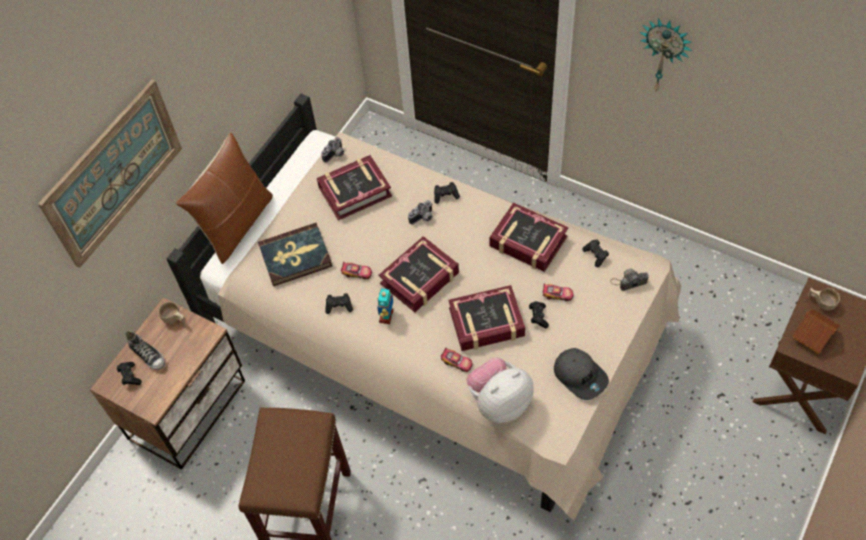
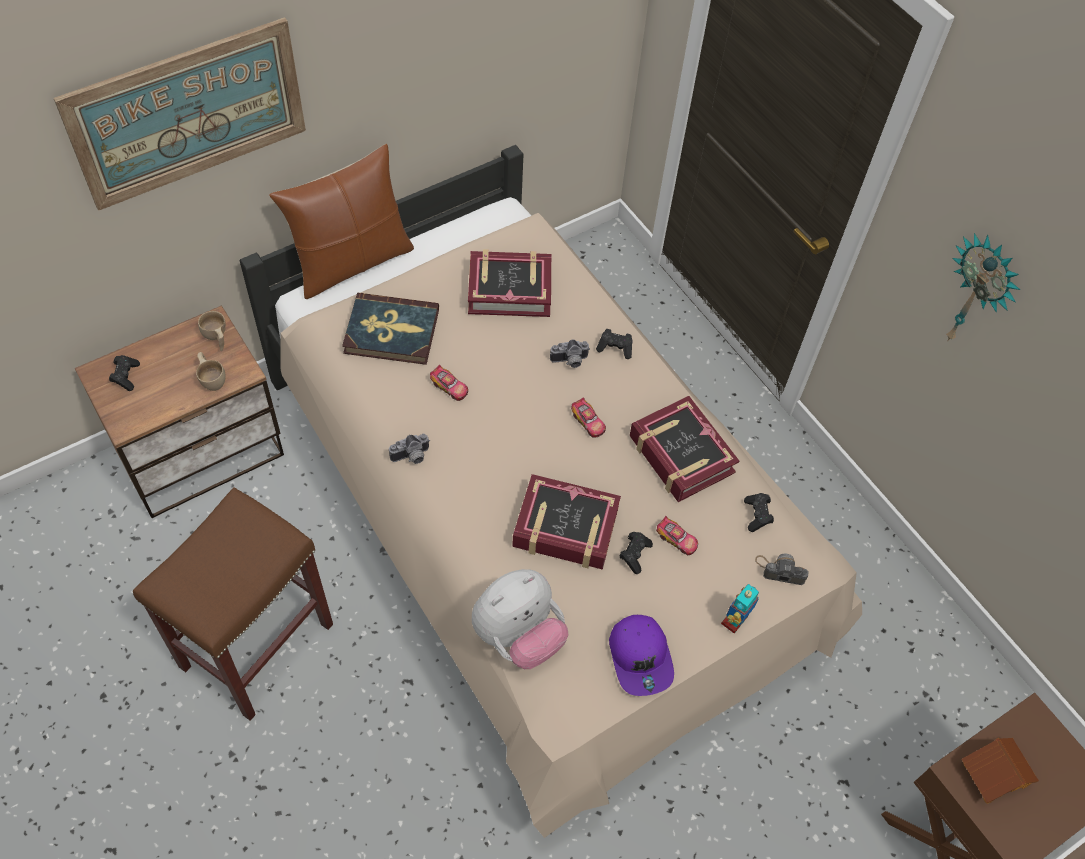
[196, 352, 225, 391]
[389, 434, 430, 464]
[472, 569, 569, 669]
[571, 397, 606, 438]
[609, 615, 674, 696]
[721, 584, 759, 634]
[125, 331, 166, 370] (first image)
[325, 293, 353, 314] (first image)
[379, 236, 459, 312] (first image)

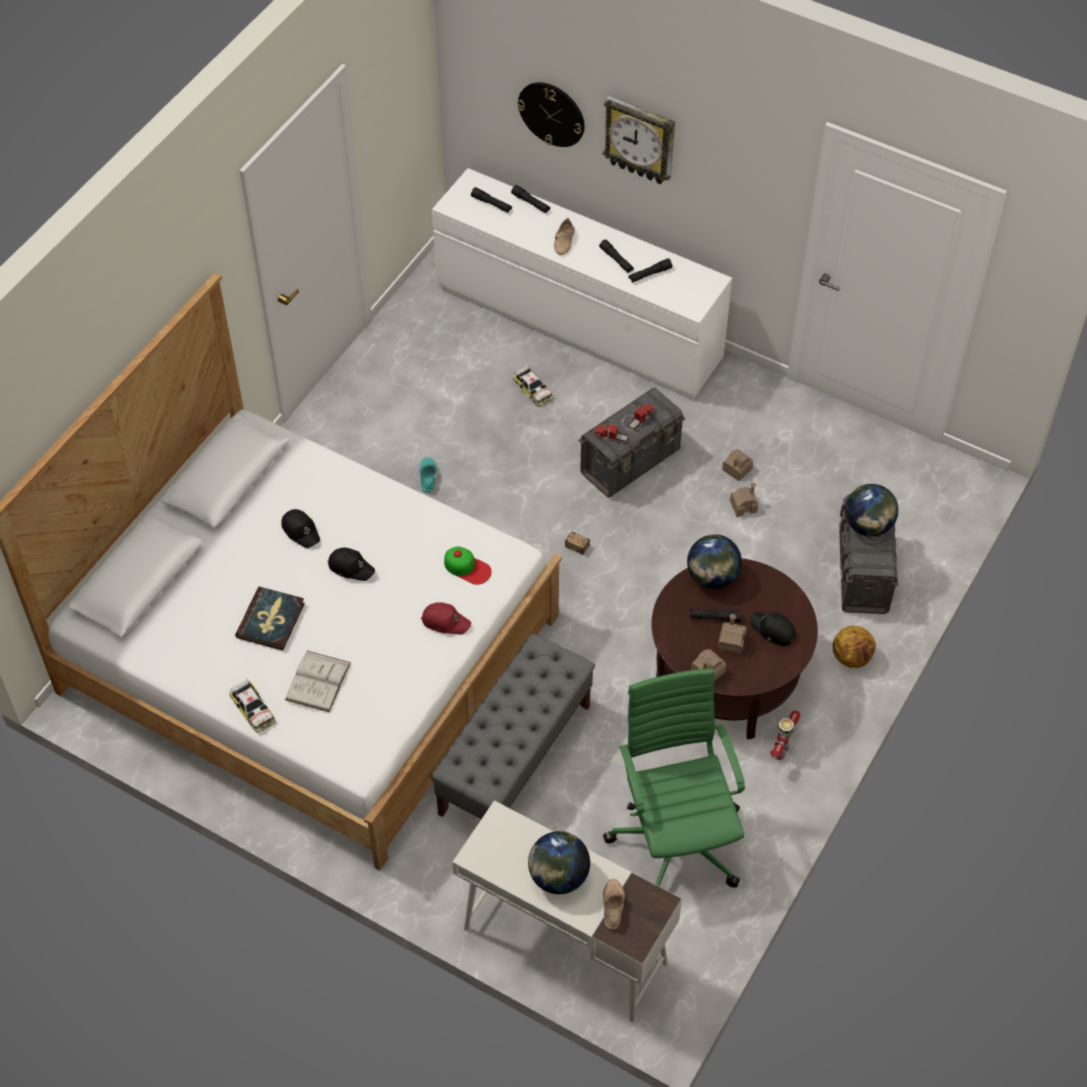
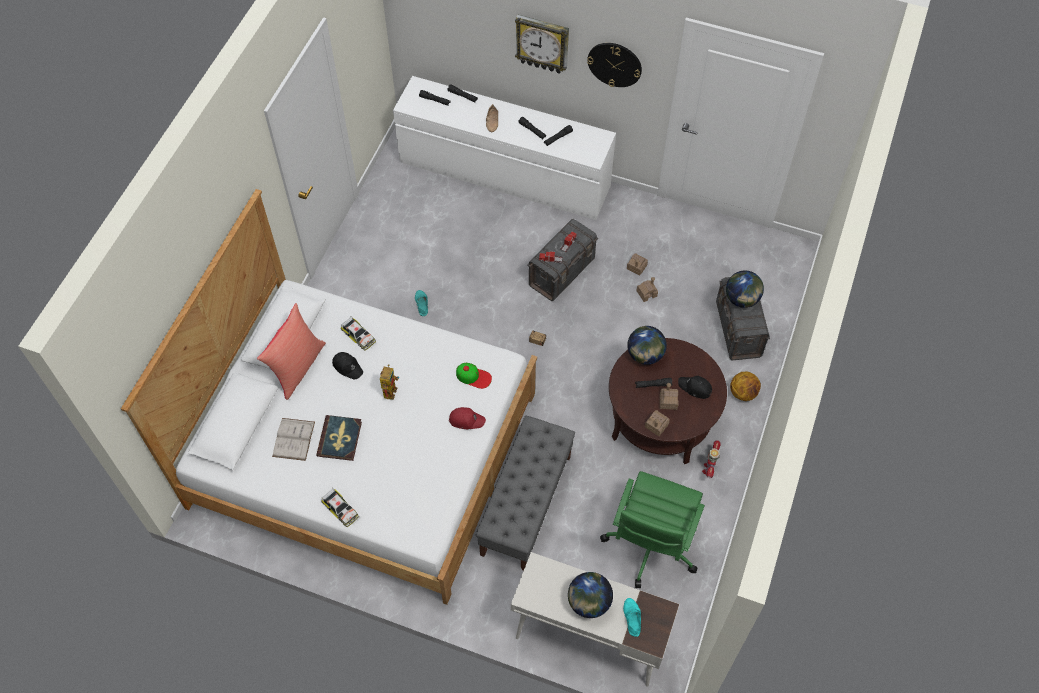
[257, 303, 326, 400]
[272, 418, 315, 461]
[341, 317, 376, 350]
[380, 364, 399, 400]
[587, 43, 642, 87]
[600, 471, 705, 588]
[623, 598, 641, 637]

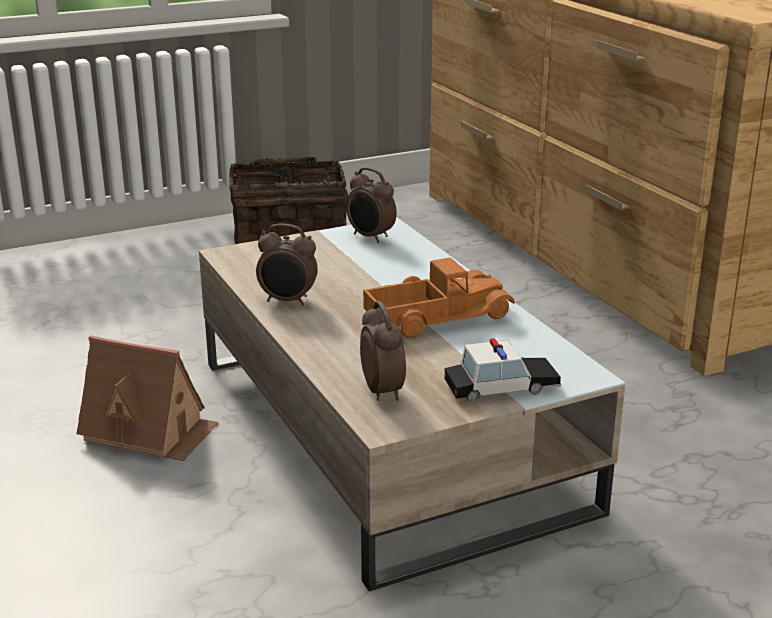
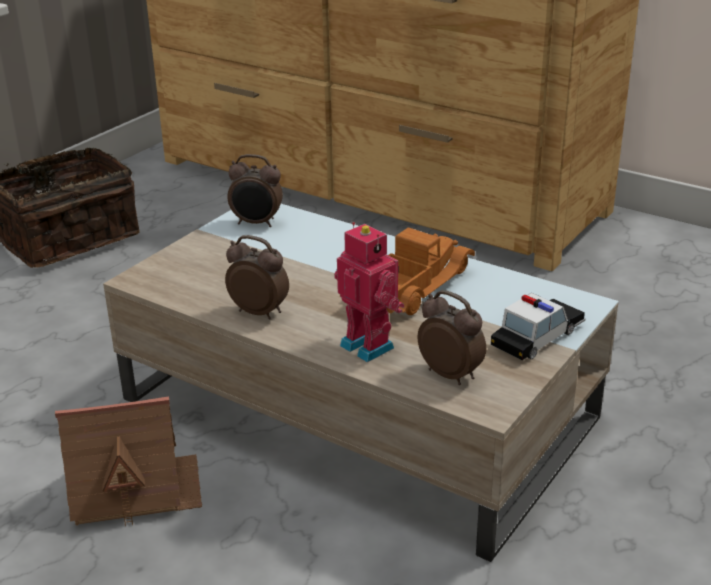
[225, 235, 289, 319]
[334, 222, 404, 362]

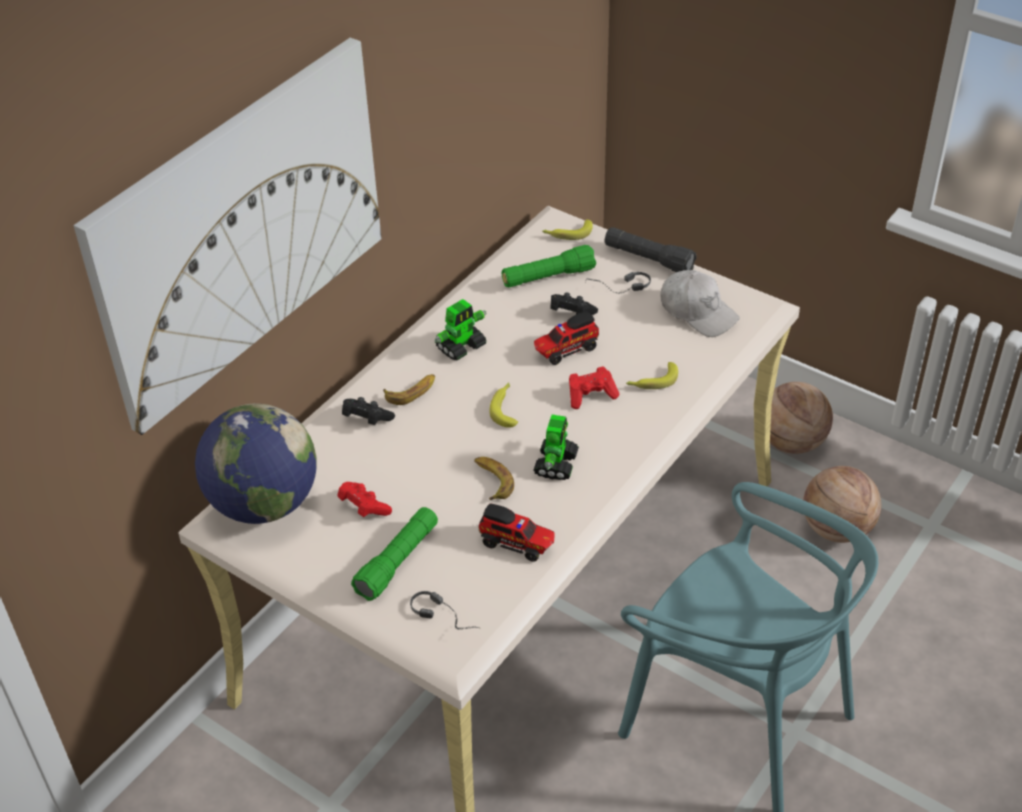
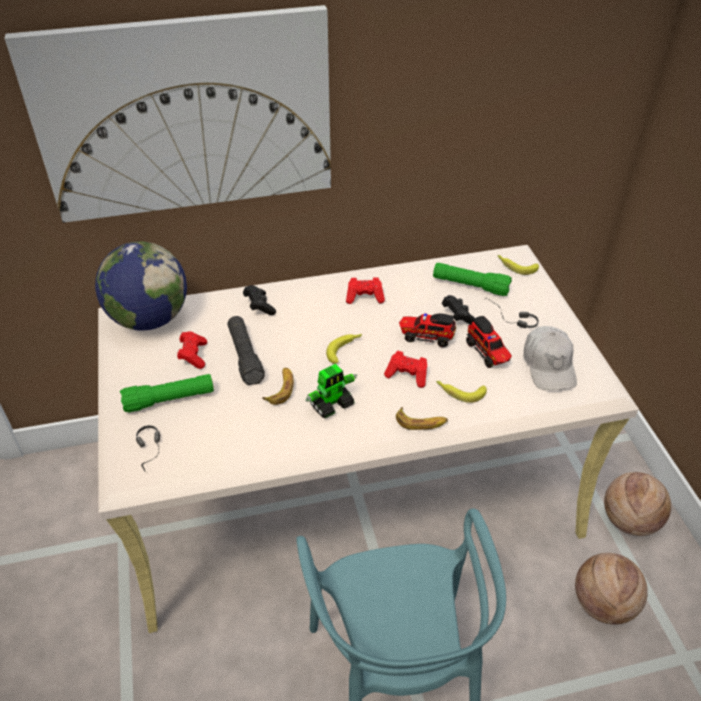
[227, 316, 265, 385]
[346, 277, 385, 304]
[396, 407, 448, 430]
[466, 316, 512, 368]

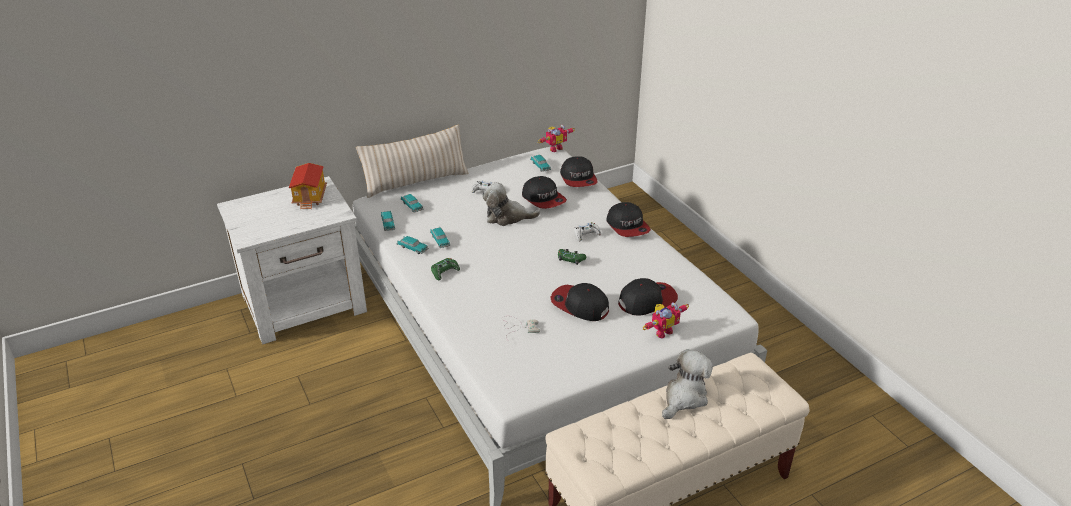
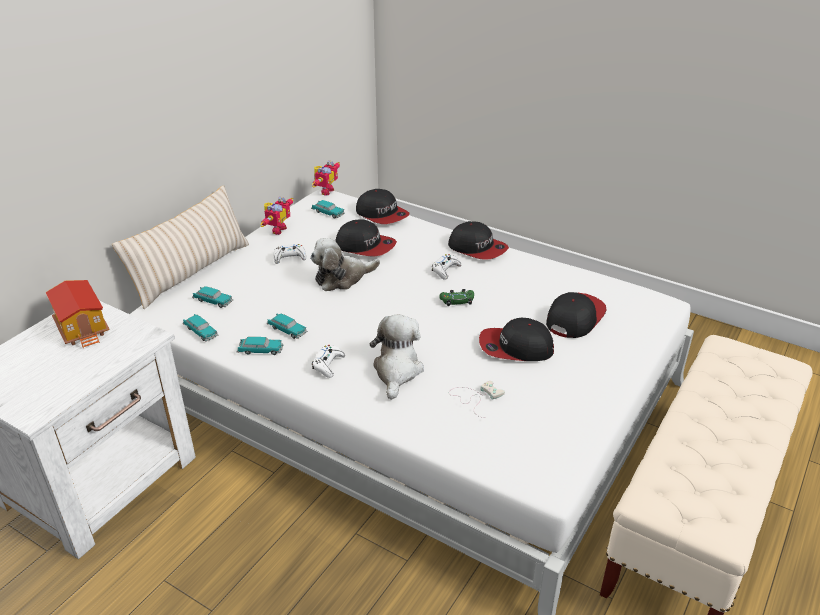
[261, 197, 293, 235]
[312, 345, 345, 378]
[370, 315, 424, 400]

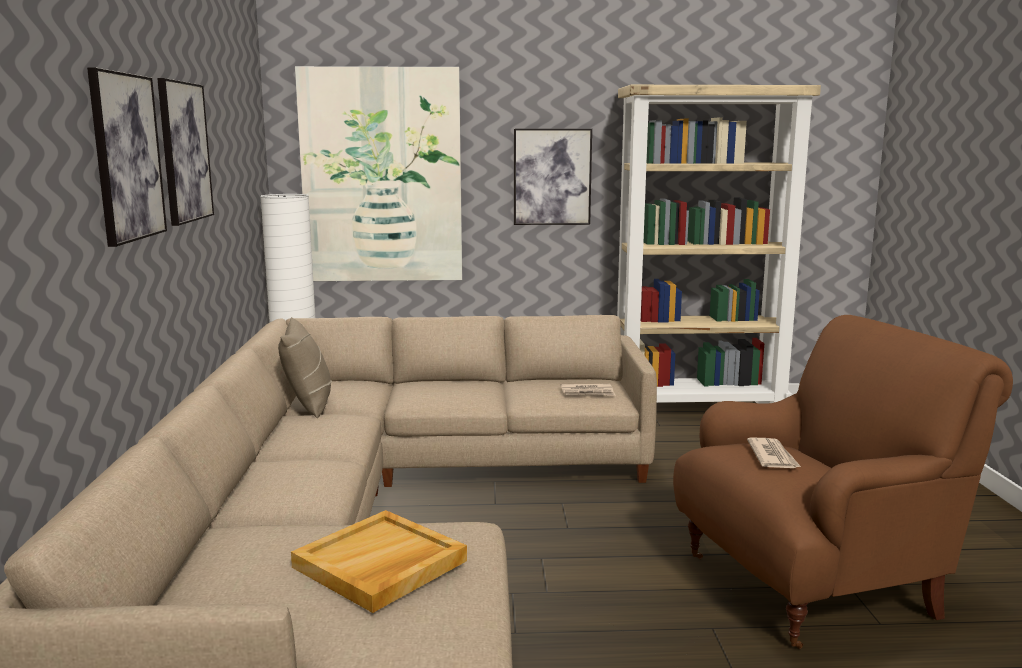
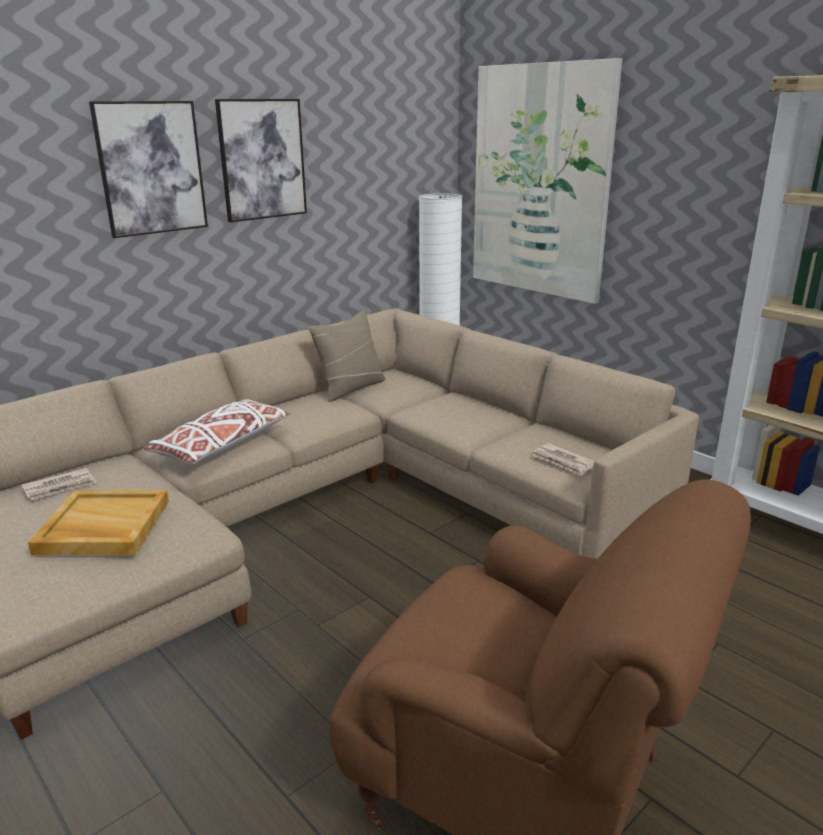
[22, 468, 97, 500]
[143, 400, 290, 464]
[514, 129, 592, 225] (first image)

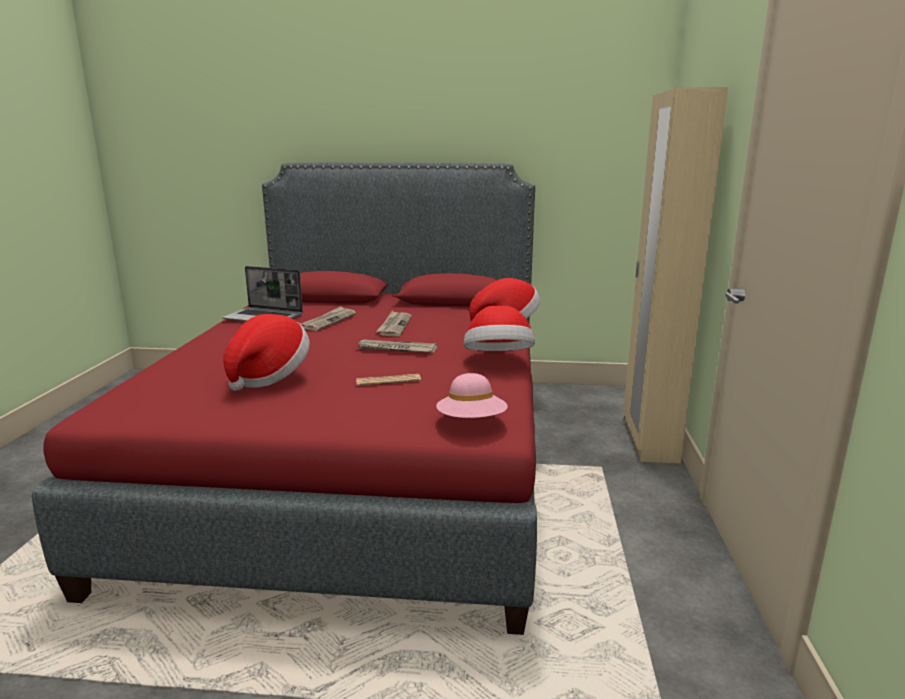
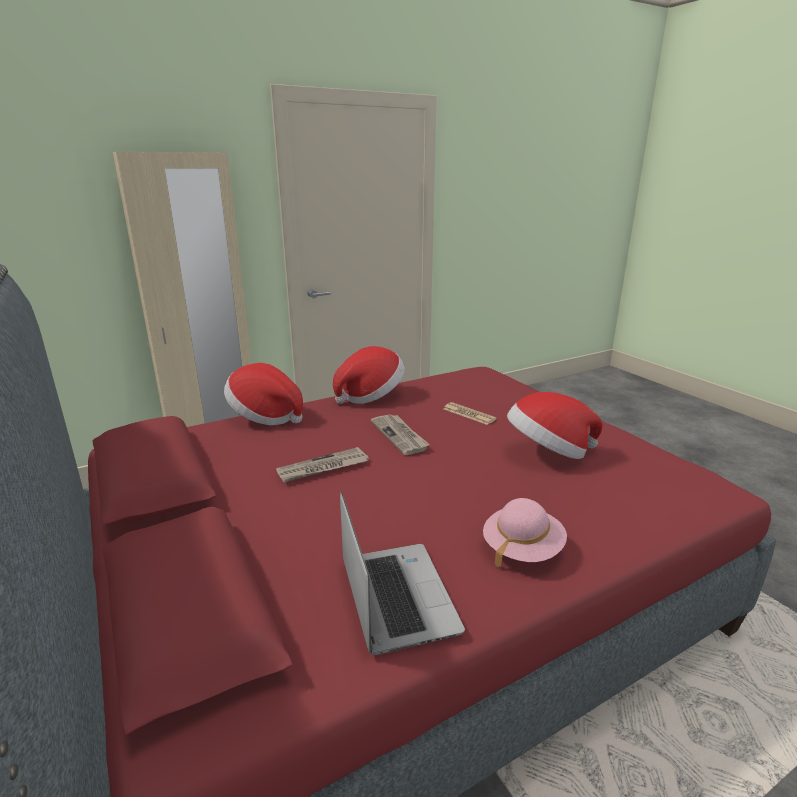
[483, 498, 567, 569]
[300, 306, 356, 331] (first image)

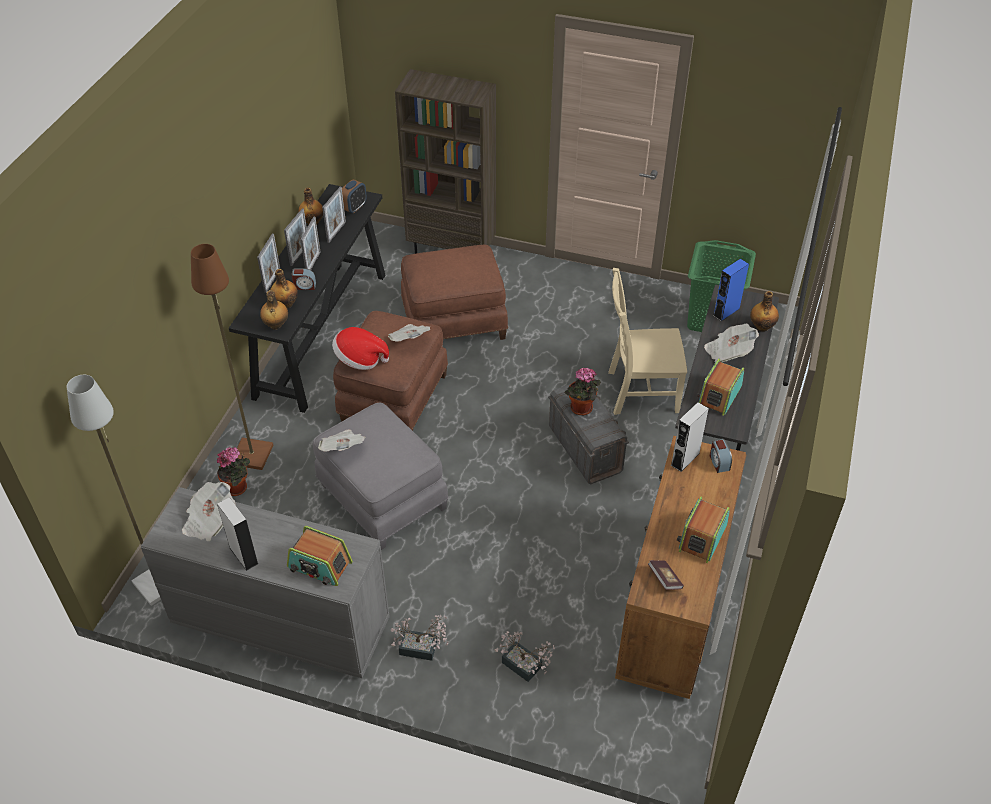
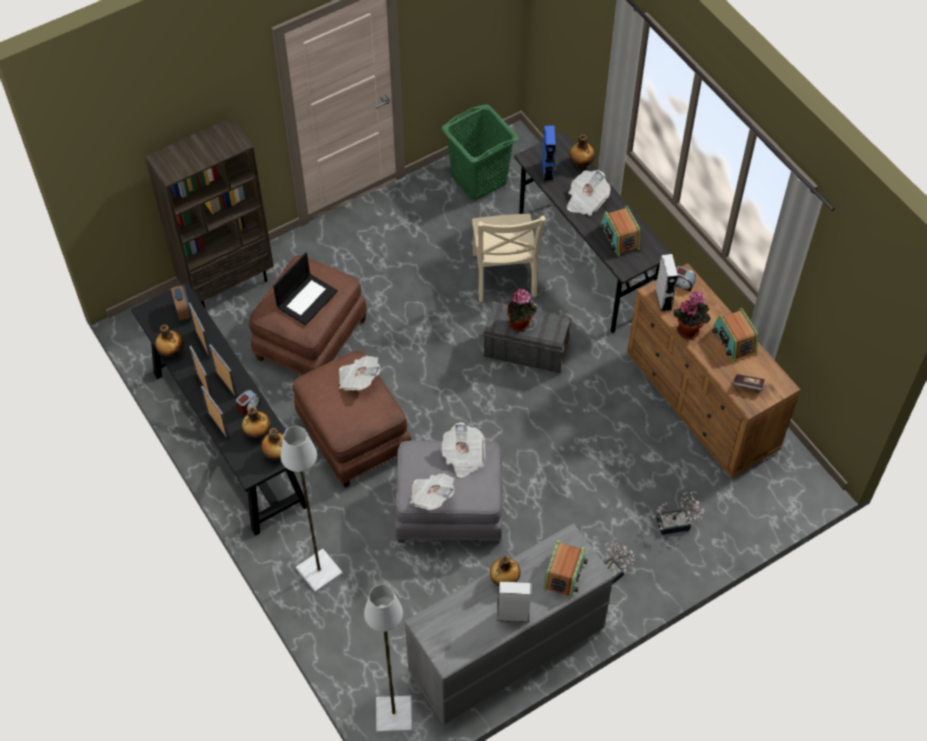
[273, 252, 338, 325]
[281, 426, 343, 593]
[441, 422, 485, 478]
[472, 214, 546, 302]
[490, 556, 520, 586]
[544, 540, 588, 599]
[674, 291, 711, 339]
[332, 327, 389, 370] (first image)

